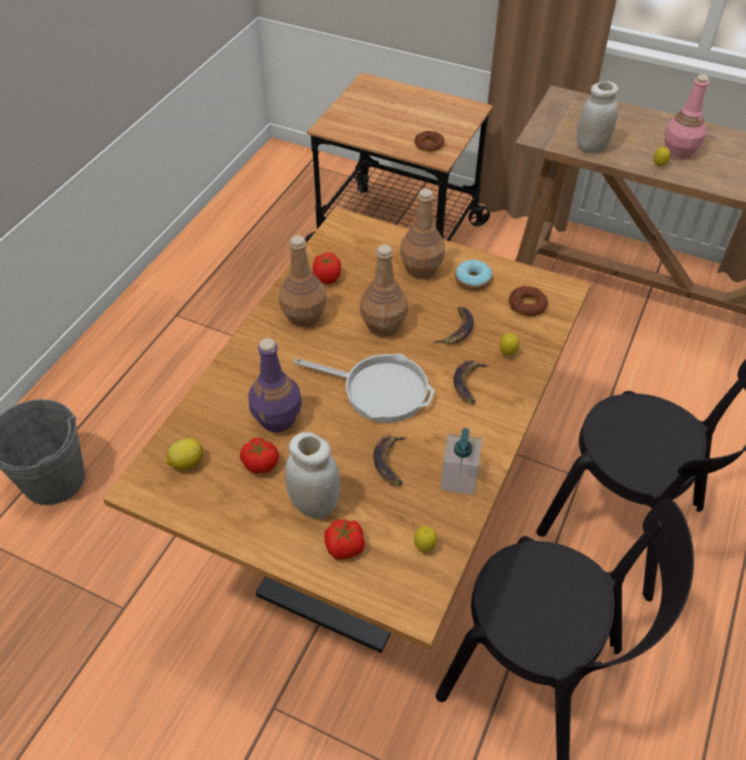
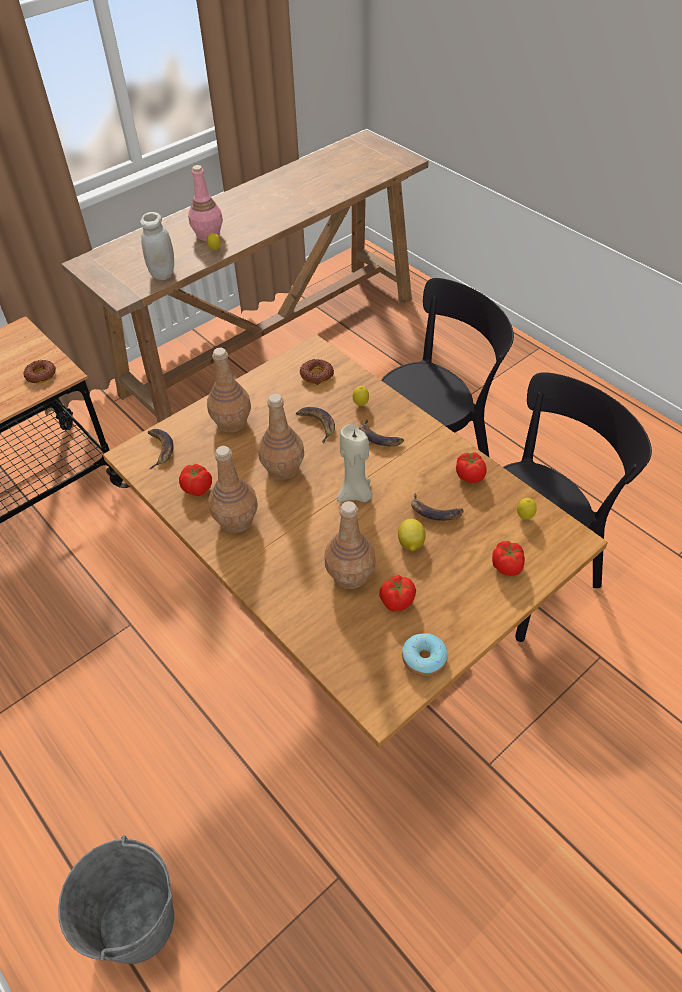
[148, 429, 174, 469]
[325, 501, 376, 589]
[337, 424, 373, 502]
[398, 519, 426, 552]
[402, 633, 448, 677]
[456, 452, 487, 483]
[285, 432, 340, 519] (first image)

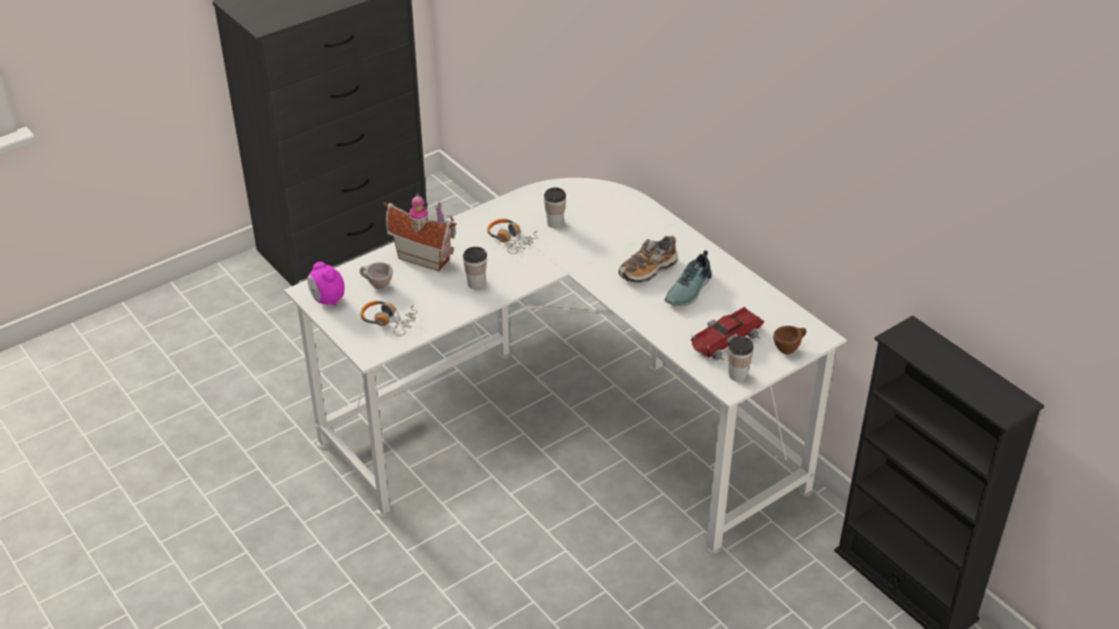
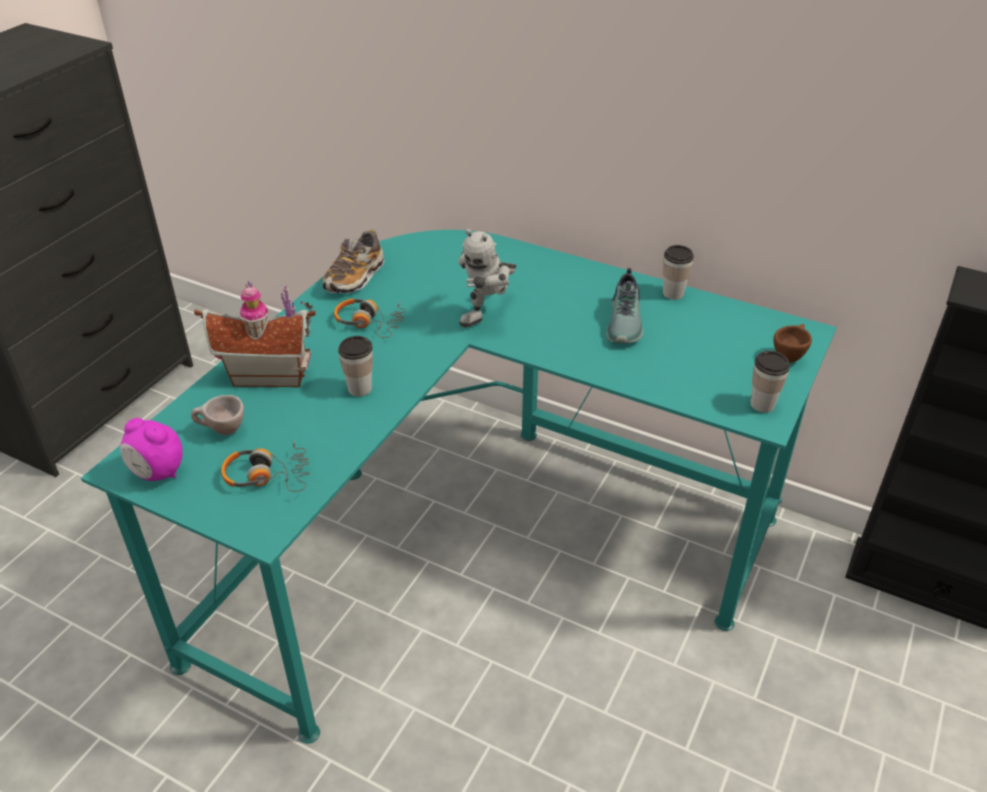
[81, 230, 837, 744]
[322, 230, 384, 293]
[458, 229, 517, 327]
[663, 245, 694, 300]
[691, 307, 765, 360] (first image)

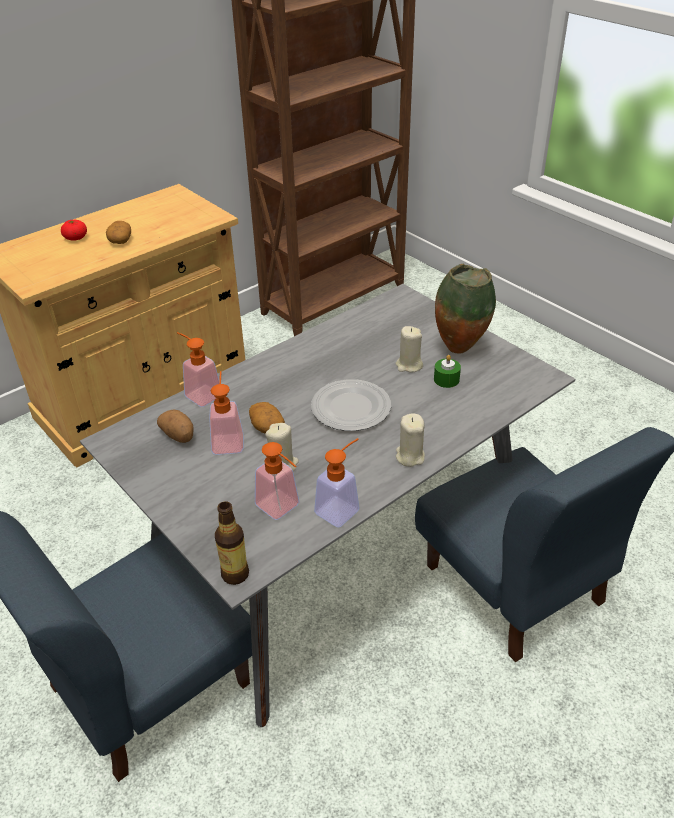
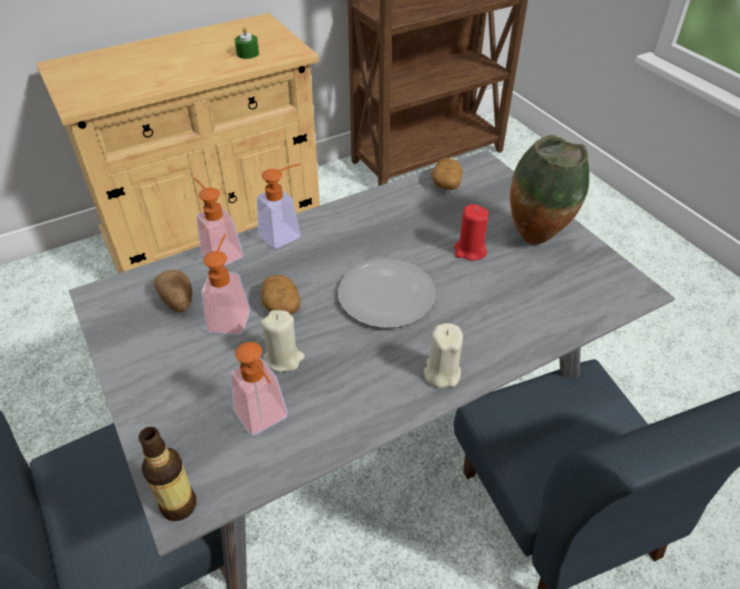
[235, 27, 259, 59]
[257, 163, 301, 249]
[431, 158, 463, 190]
[454, 204, 489, 261]
[61, 220, 87, 241] (first image)

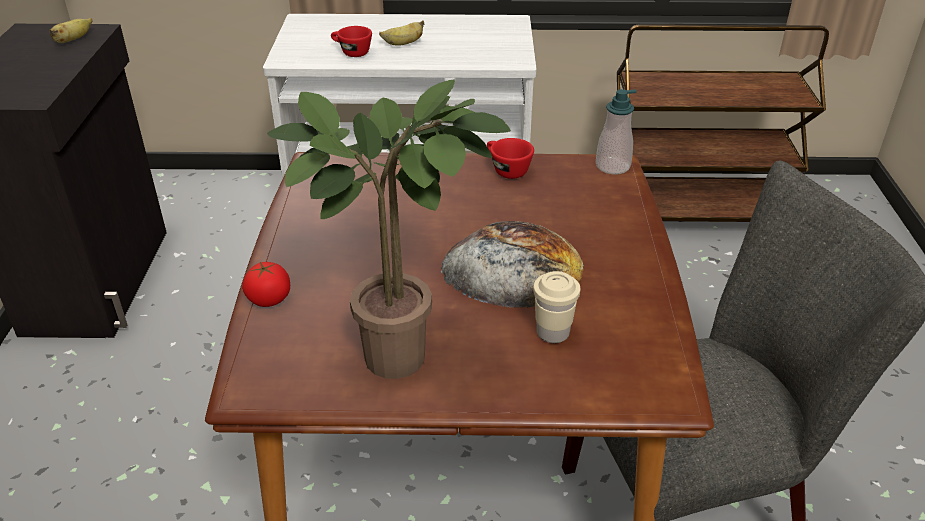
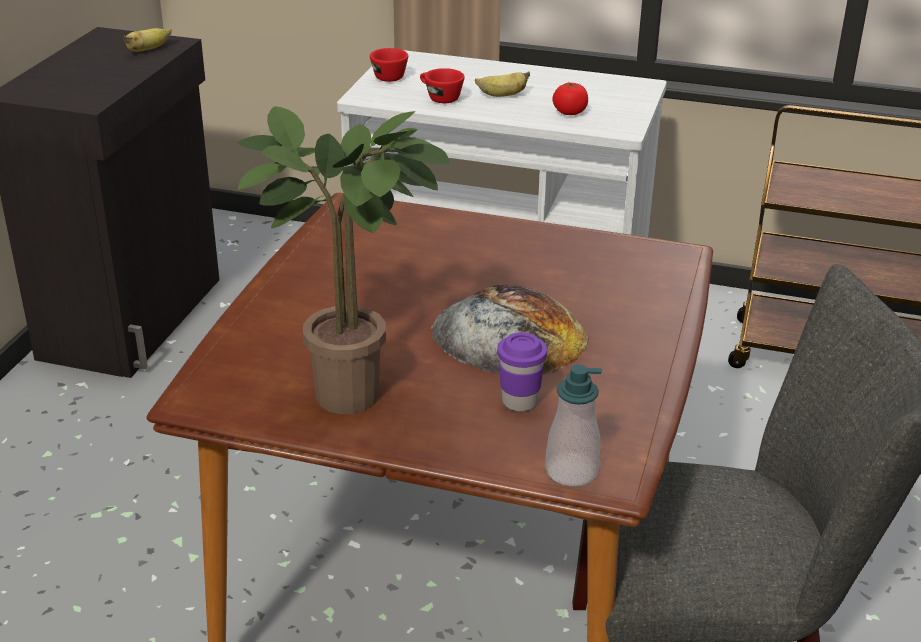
[370, 48, 408, 82]
[497, 332, 547, 412]
[545, 365, 602, 487]
[553, 82, 588, 115]

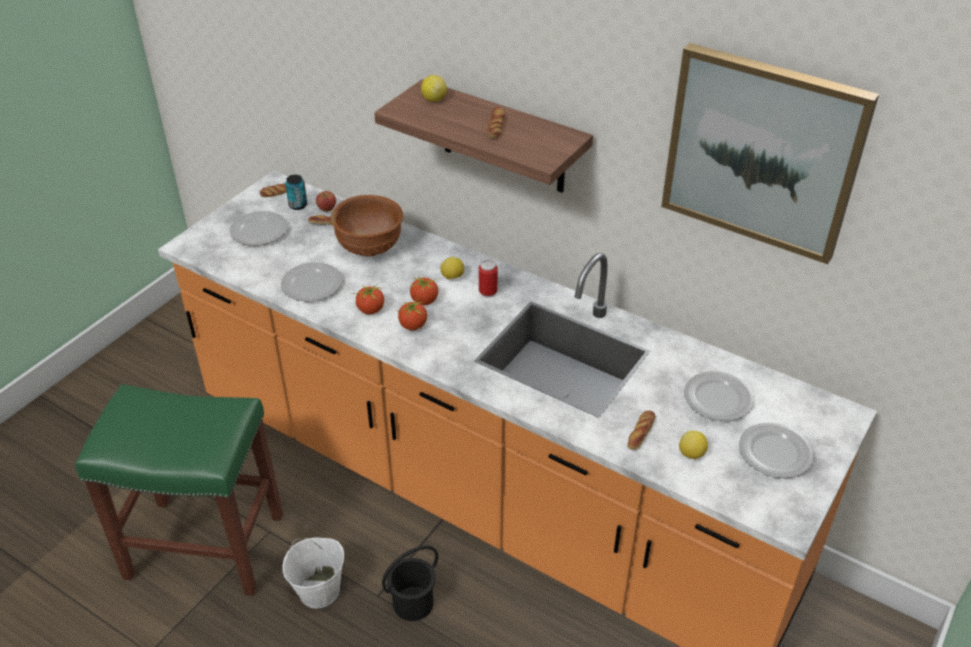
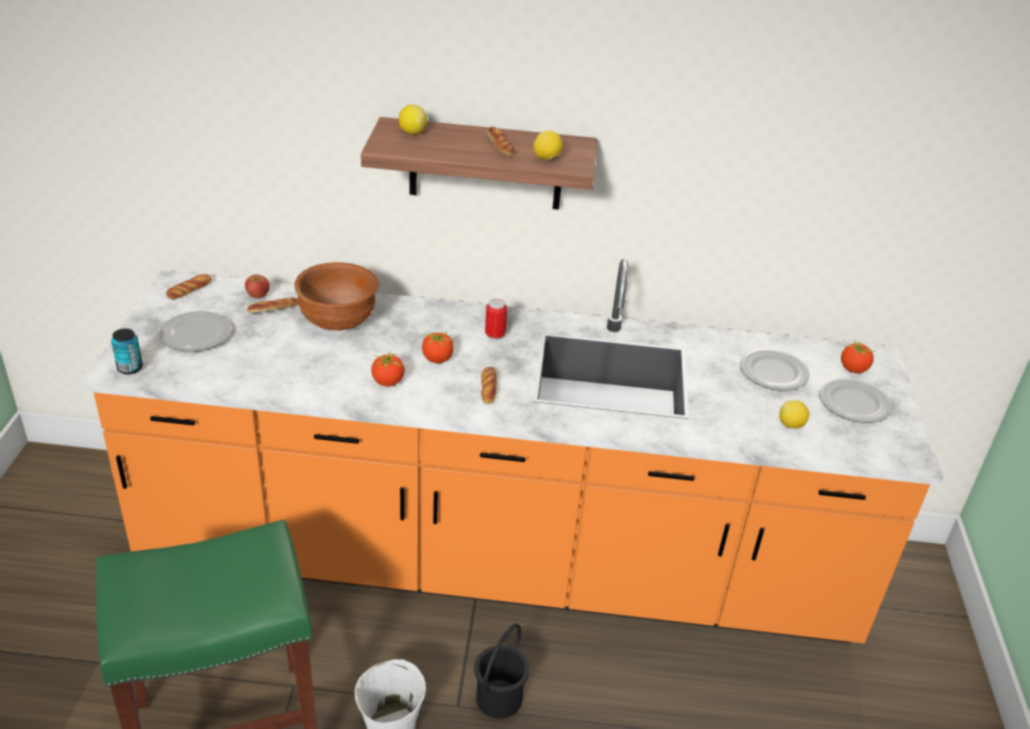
[111, 328, 143, 375]
[481, 367, 497, 404]
[533, 131, 563, 160]
[841, 340, 876, 373]
[281, 262, 342, 301] (first image)
[661, 43, 879, 264] (first image)

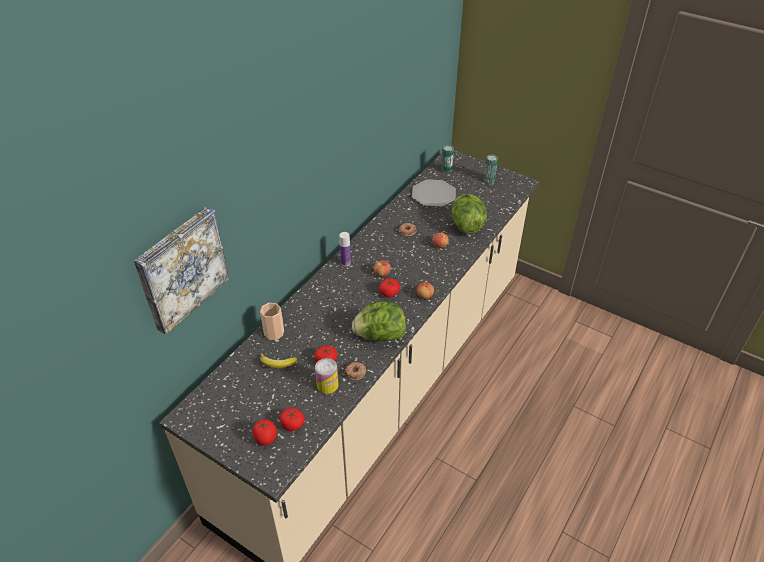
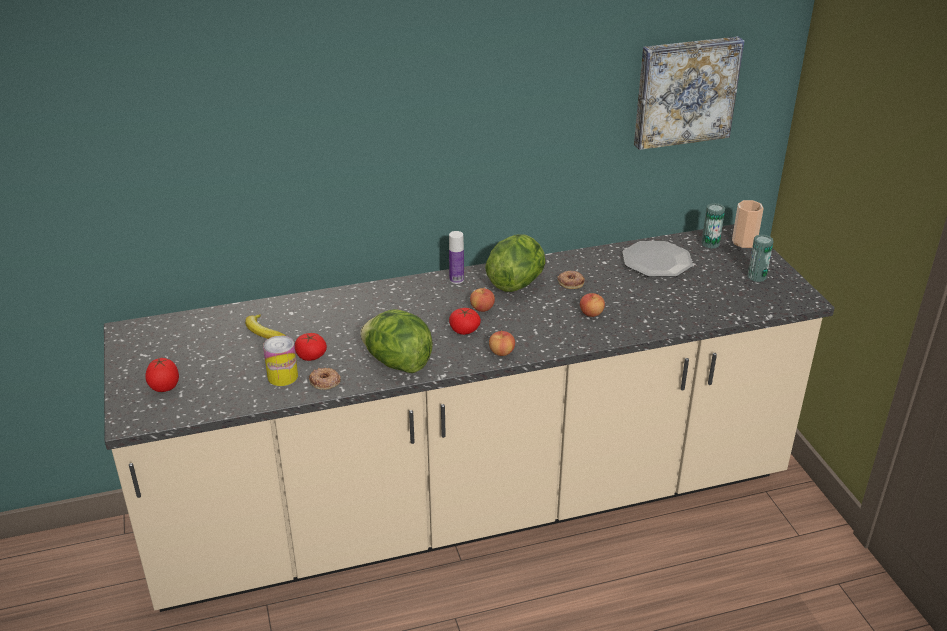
[485, 235, 546, 292]
[634, 36, 744, 150]
[732, 200, 764, 248]
[279, 408, 305, 431] (first image)

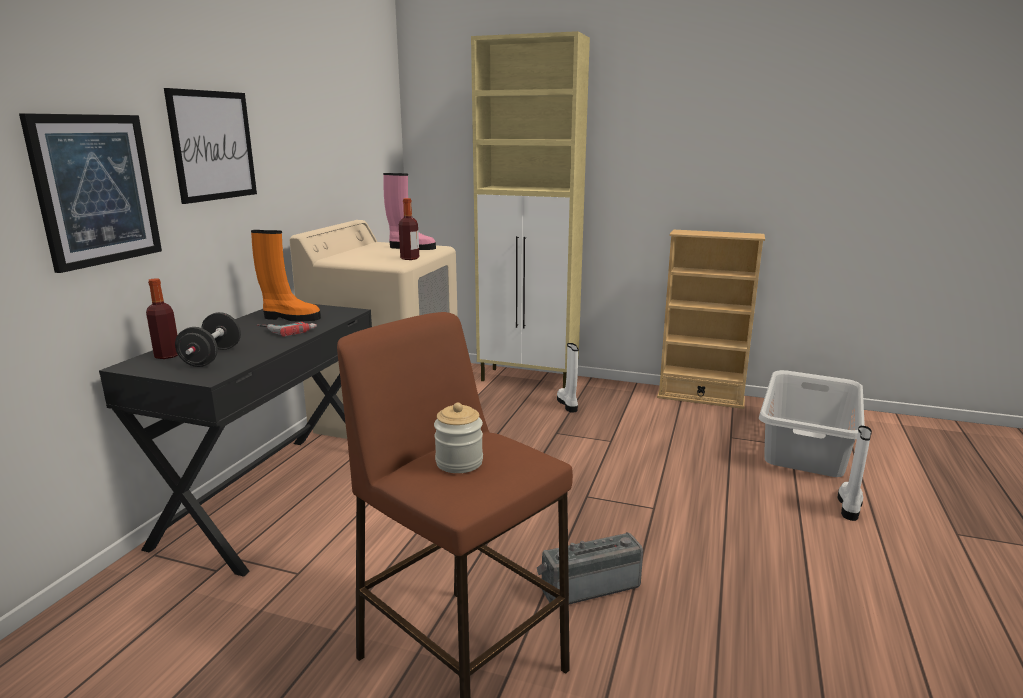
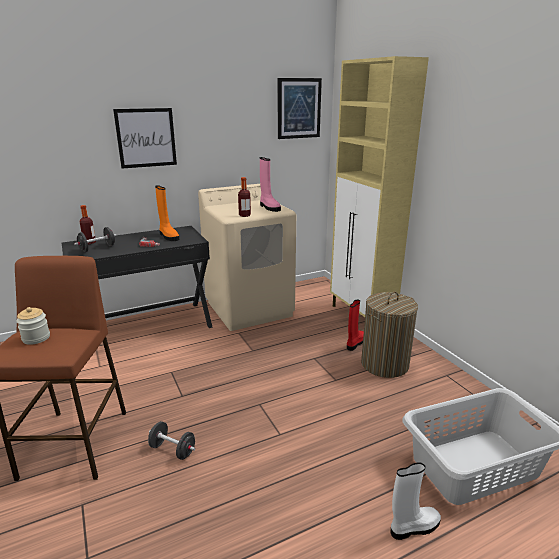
[148, 421, 195, 460]
[278, 78, 322, 139]
[347, 300, 364, 351]
[361, 292, 418, 378]
[657, 230, 765, 409] (first image)

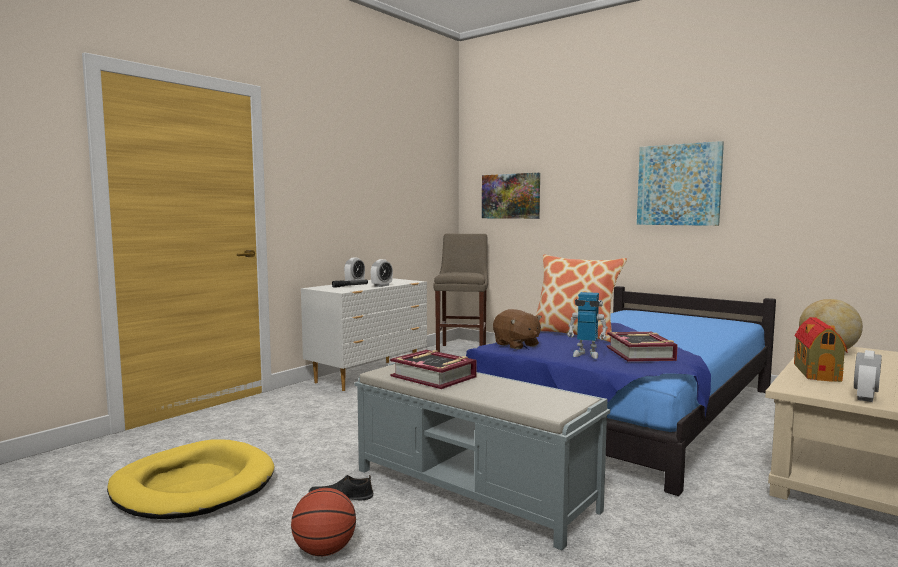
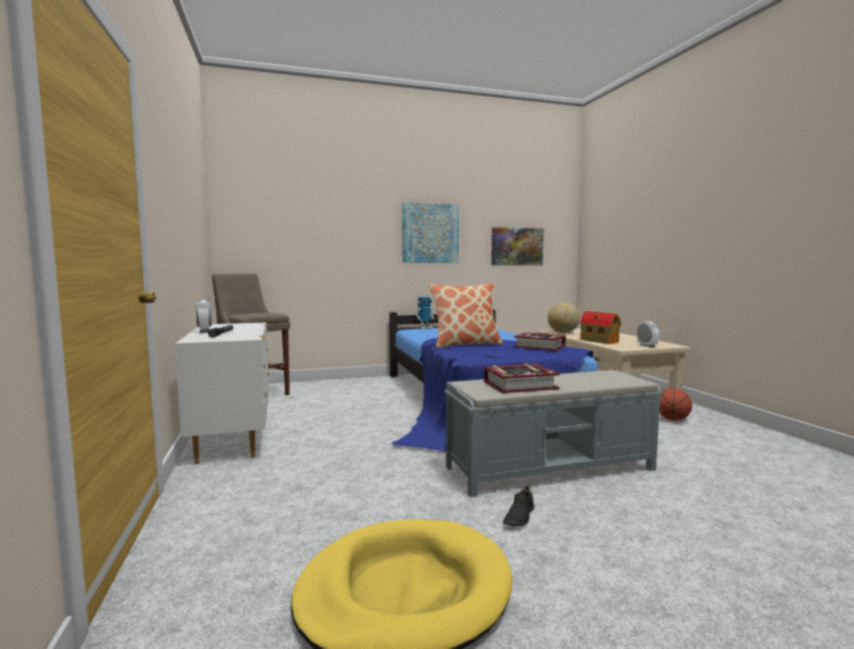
[416, 297, 435, 330]
[491, 227, 544, 265]
[659, 388, 692, 421]
[371, 259, 393, 287] (first image)
[493, 309, 542, 349] (first image)

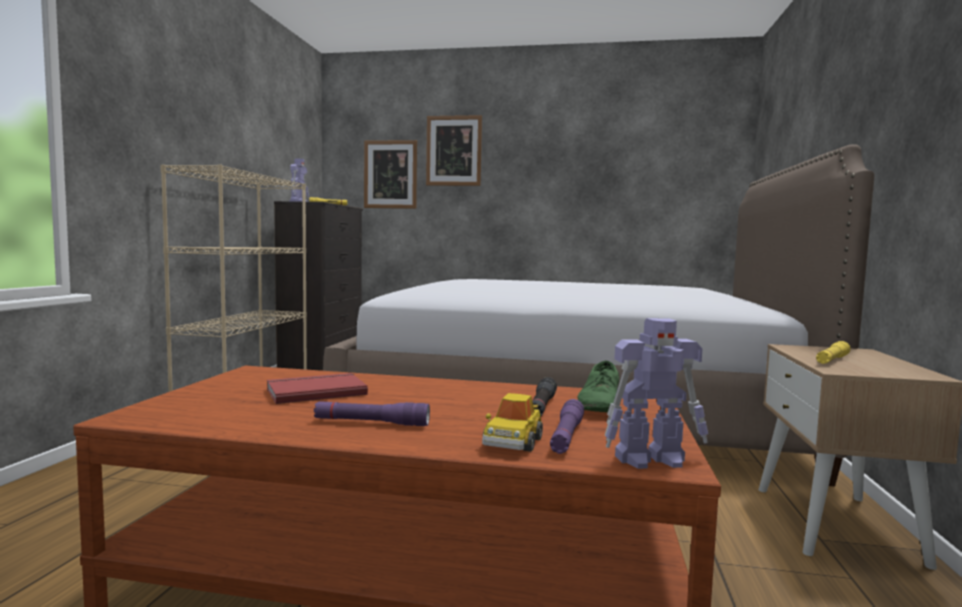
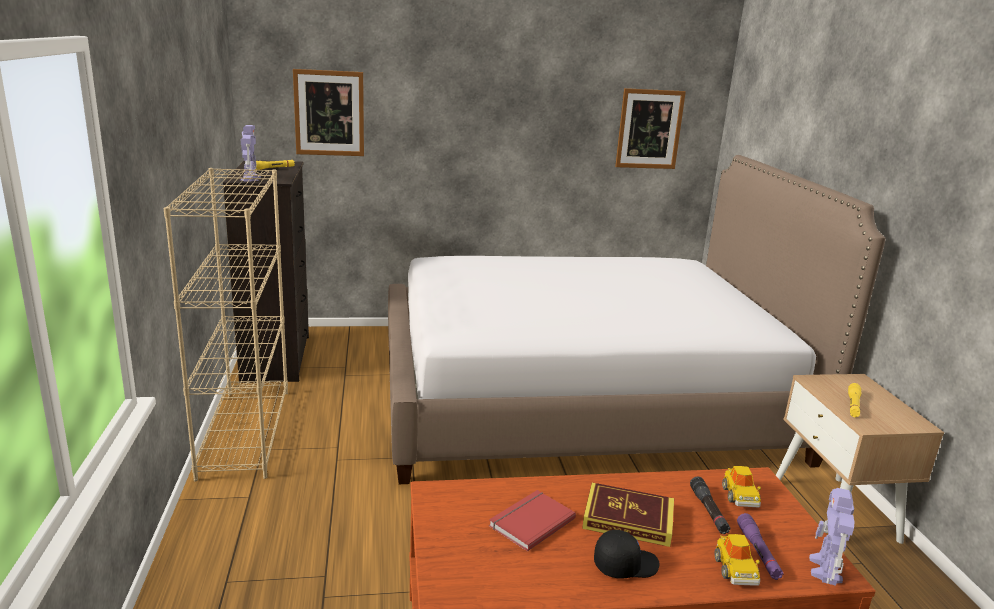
[582, 483, 674, 547]
[594, 530, 660, 579]
[615, 88, 686, 169]
[722, 466, 761, 508]
[809, 488, 854, 586]

